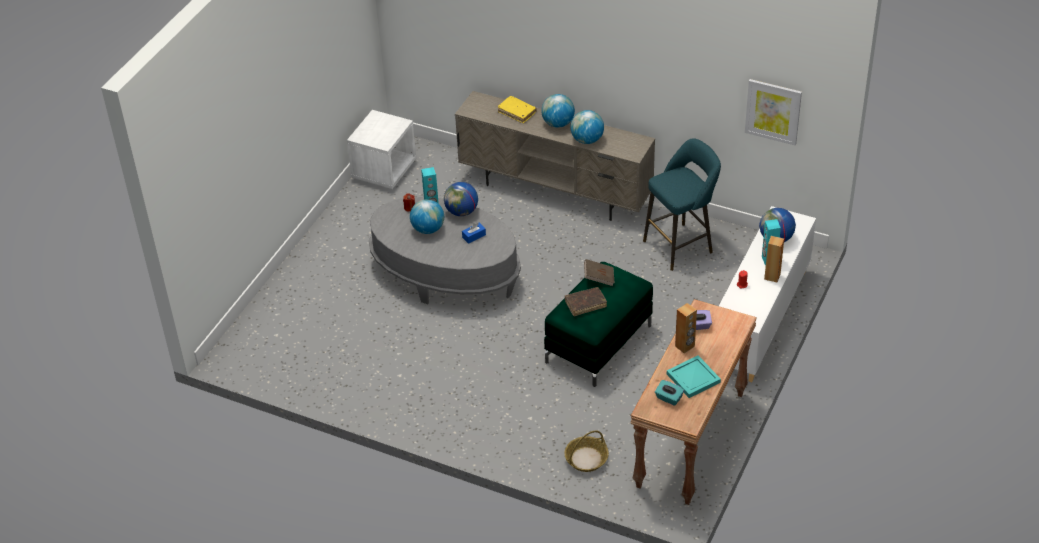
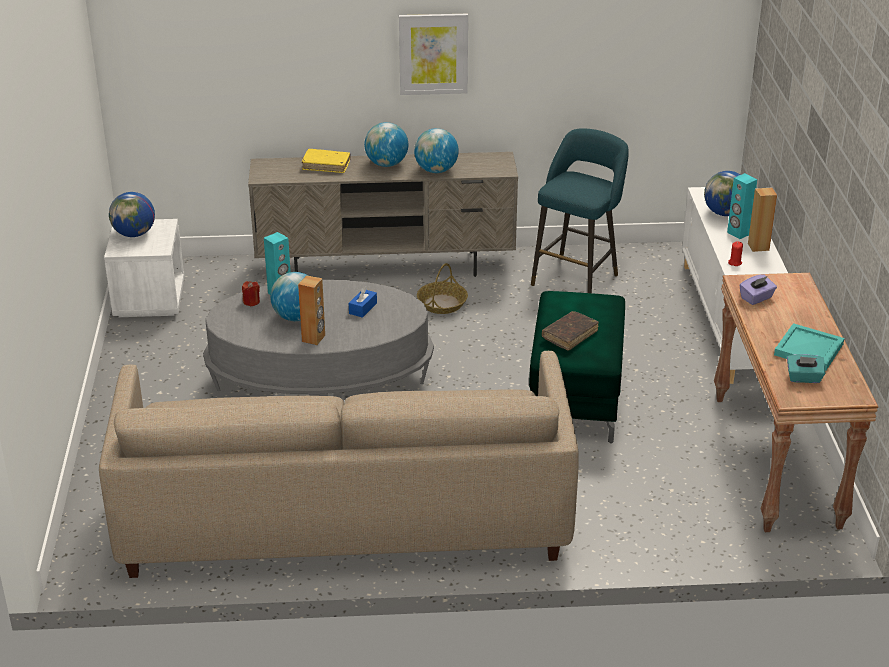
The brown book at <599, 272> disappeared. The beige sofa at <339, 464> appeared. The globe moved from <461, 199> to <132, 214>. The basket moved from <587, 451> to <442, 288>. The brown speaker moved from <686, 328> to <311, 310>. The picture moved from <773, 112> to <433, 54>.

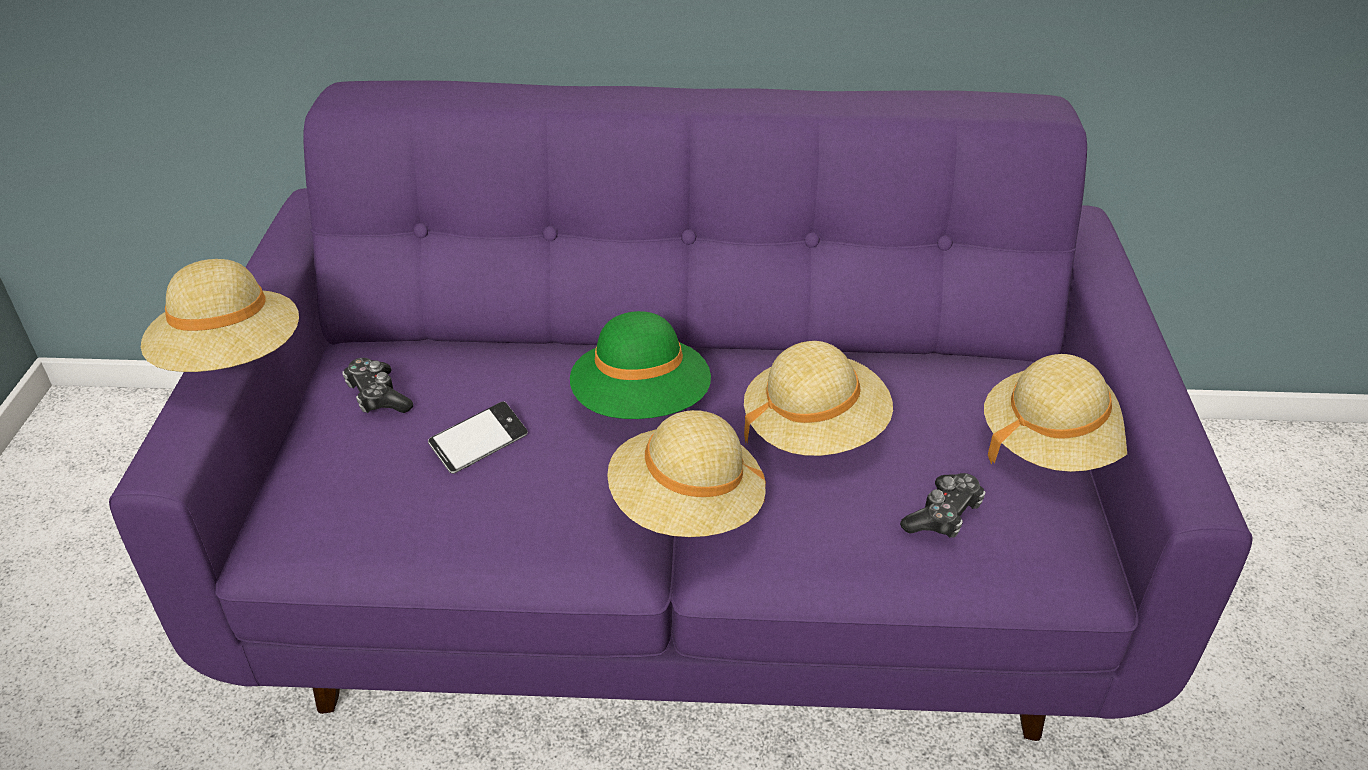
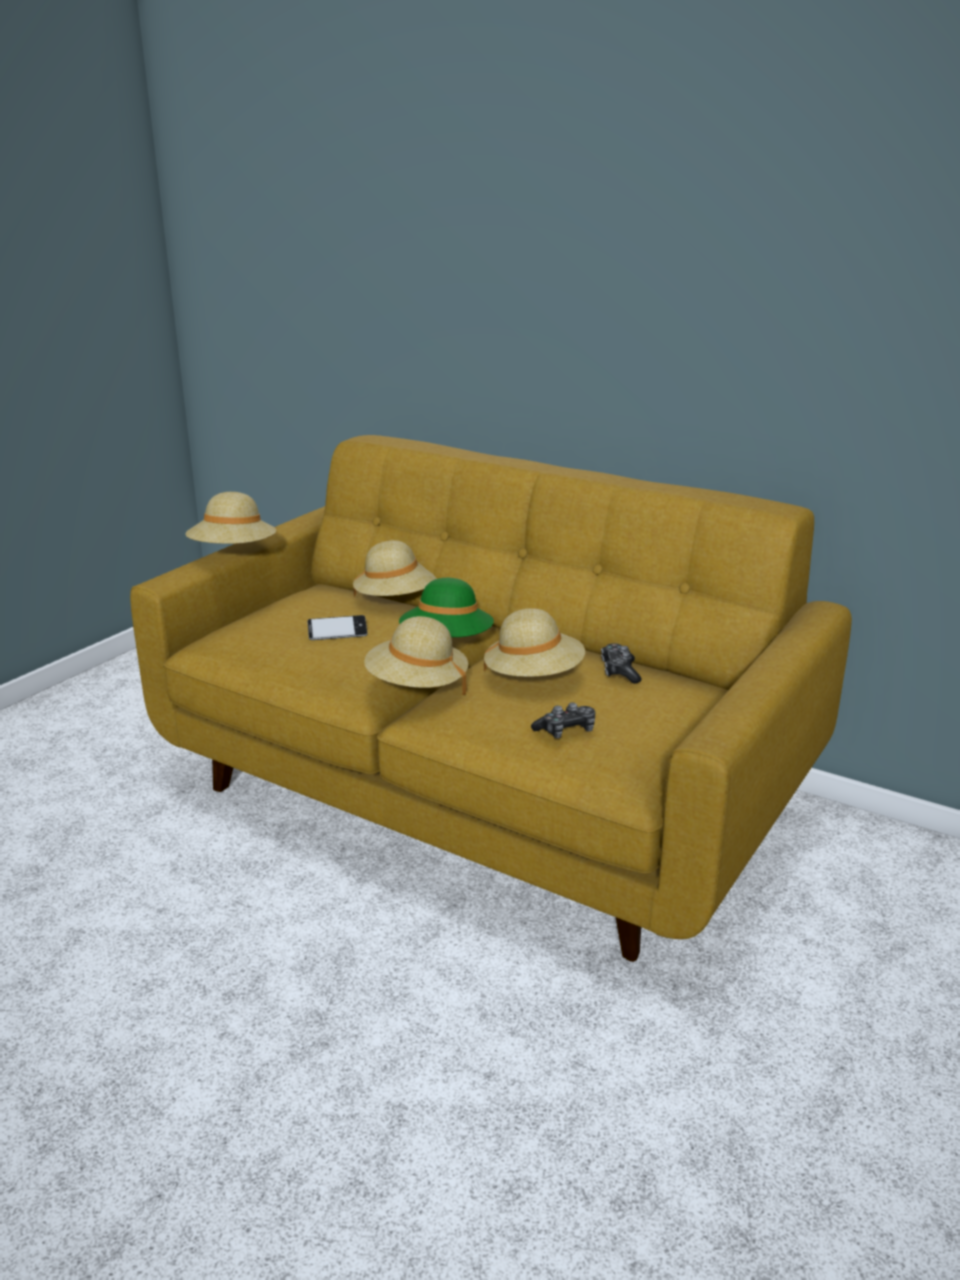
The game controller moved from <377, 385> to <621, 663>. The beige hat moved from <1055, 413> to <395, 568>. The purple sofa at <681, 411> became the yellow sofa at <491, 698>.

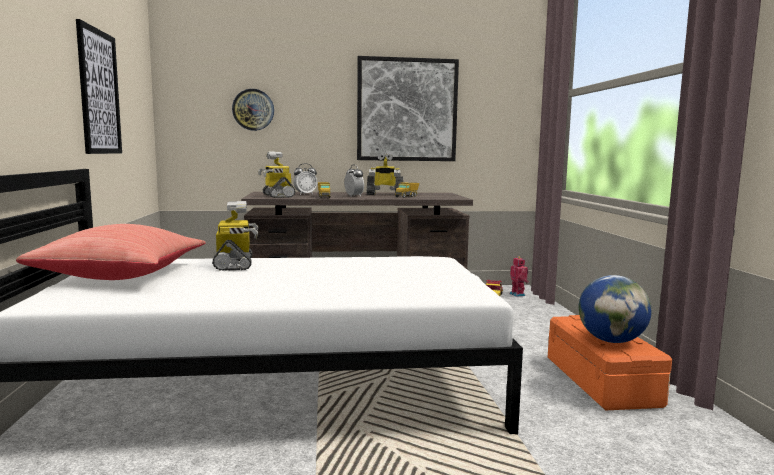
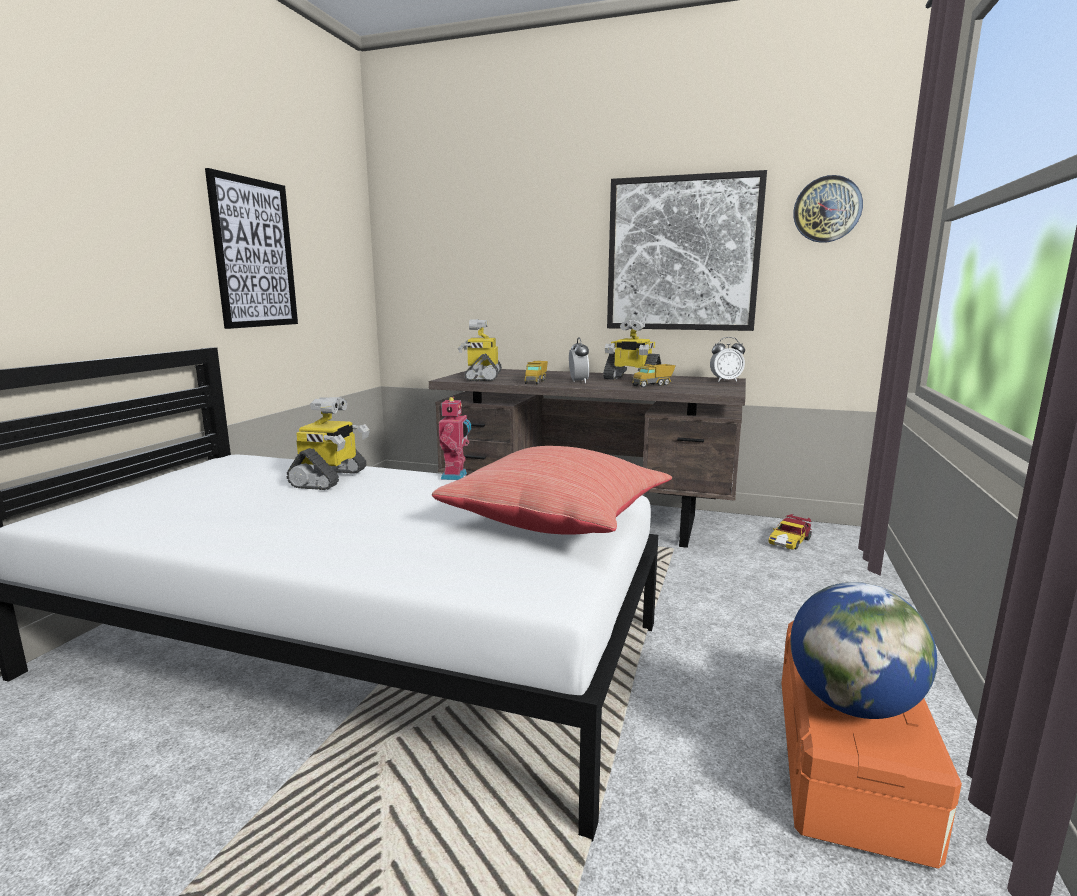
The red pillow moved from <111, 252> to <552, 490>. The wall clock moved from <253, 110> to <828, 209>. The alarm clock moved from <305, 179> to <727, 359>. The toy robot moved from <519, 276> to <455, 438>.

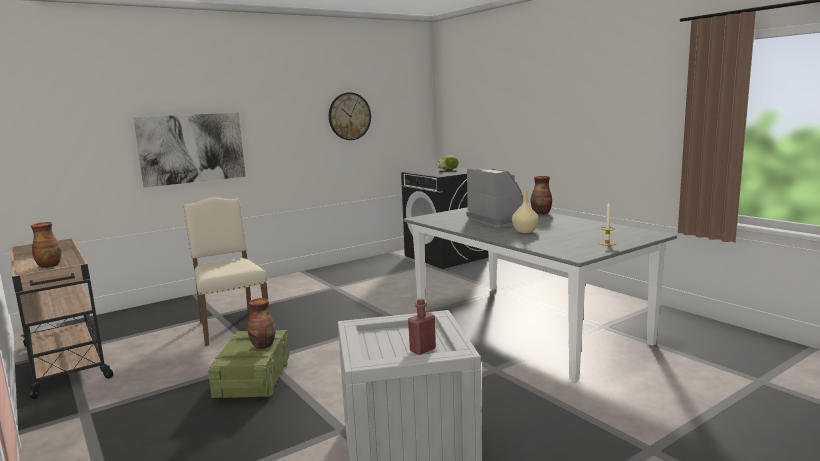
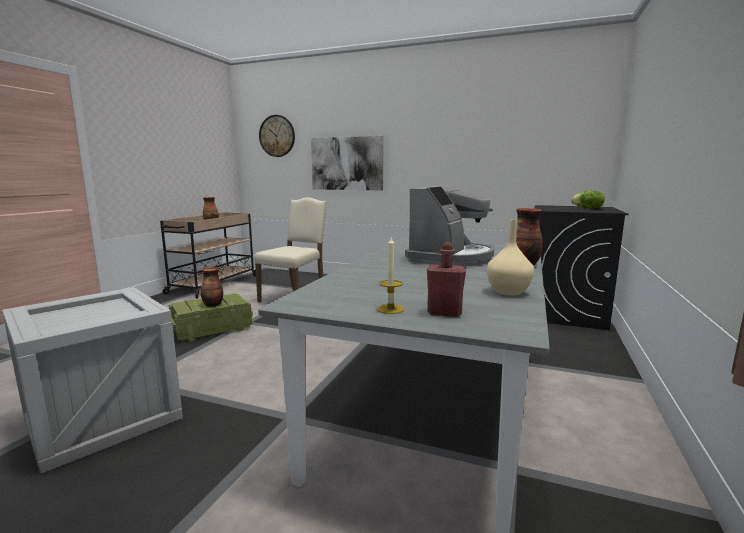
The wall clock moved from <350, 116> to <277, 136>. The red bottle moved from <422, 326> to <446, 279>. The beige vase moved from <525, 211> to <510, 258>.

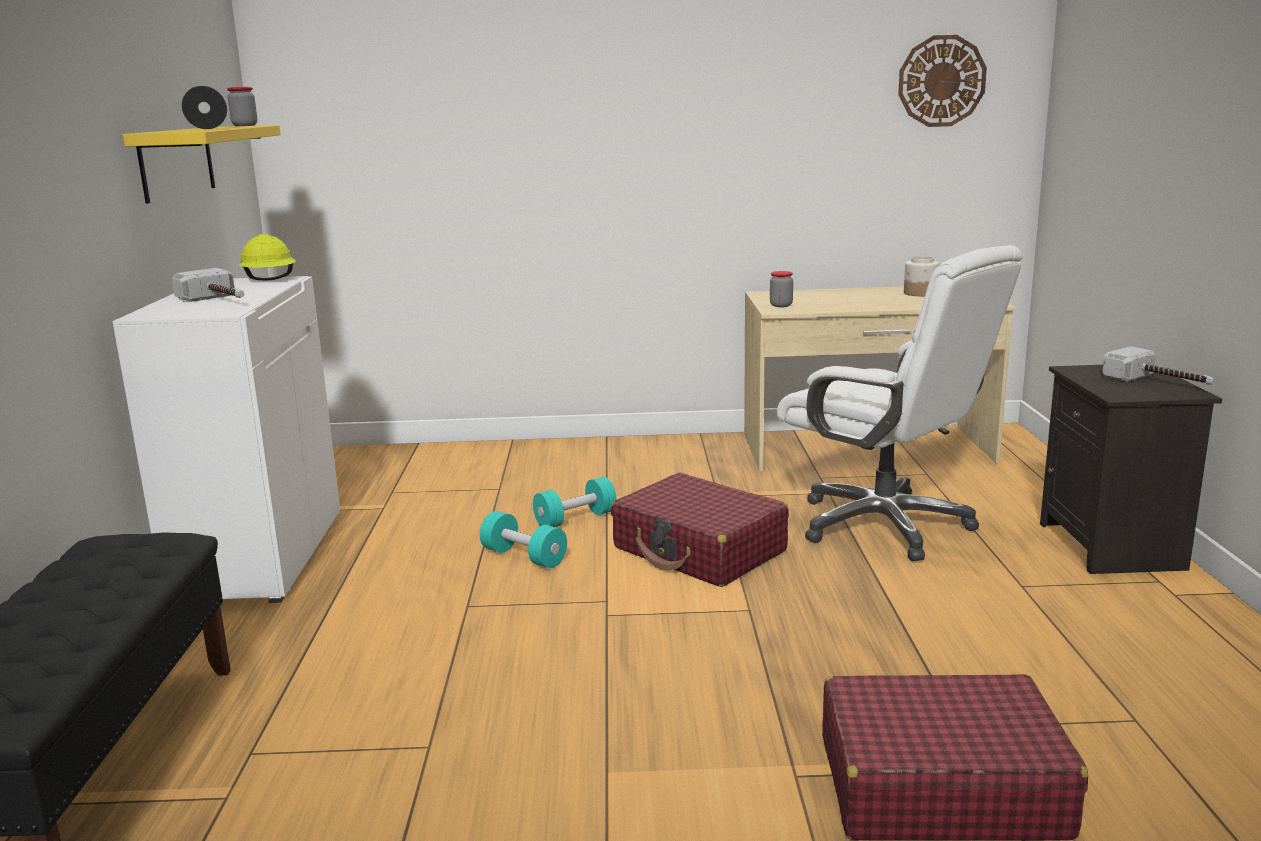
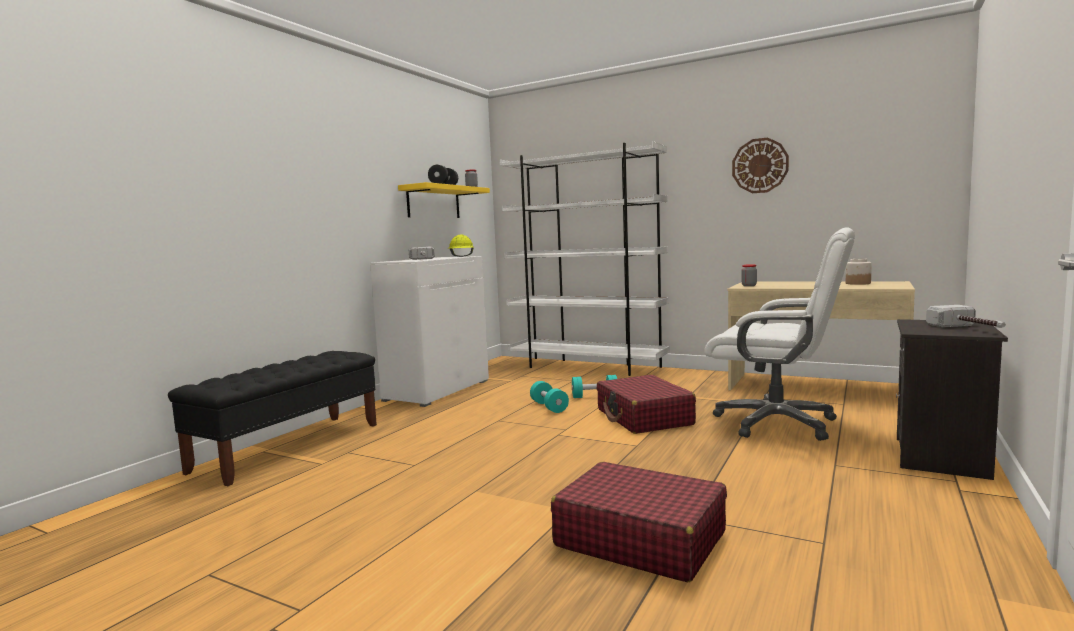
The white bookcase at <584, 258> appeared. The wall clock moved from <942, 81> to <760, 165>. The white office chair at <900, 403> turned 45 degrees counterclockwise.

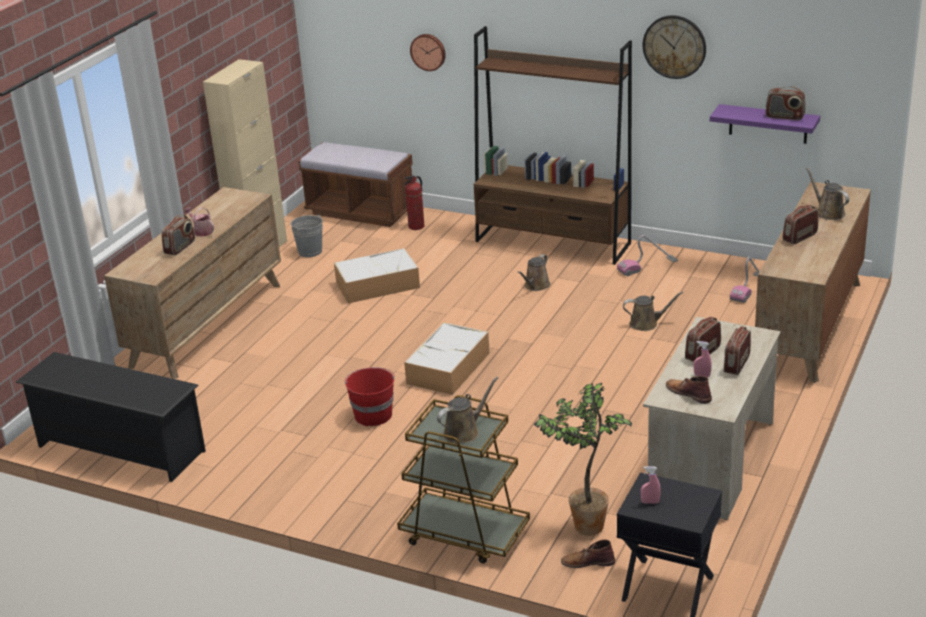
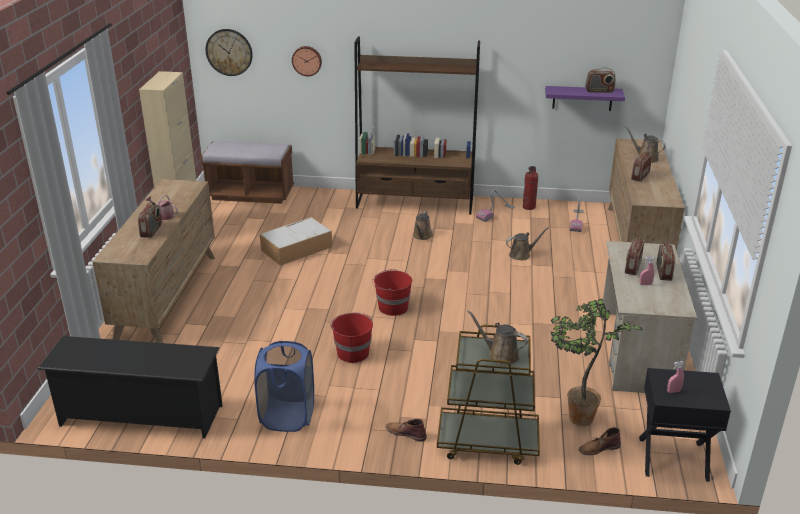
The grey bucket at <307, 235> disappeared. The blue laundry basket at <284, 386> appeared. The fire extinguisher moved from <414, 202> to <530, 188>. The wall clock moved from <674, 47> to <229, 52>. The brown boot moved from <689, 390> to <406, 430>. The storage box at <447, 358> was replaced by the red bucket at <392, 292>. The brown watering can at <467, 410> turned 90 degrees counterclockwise.

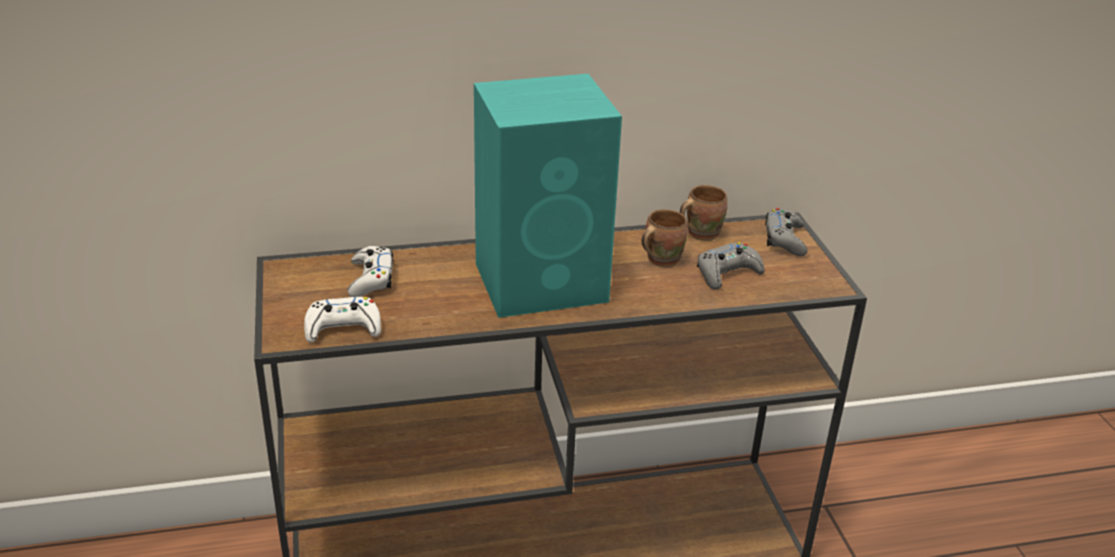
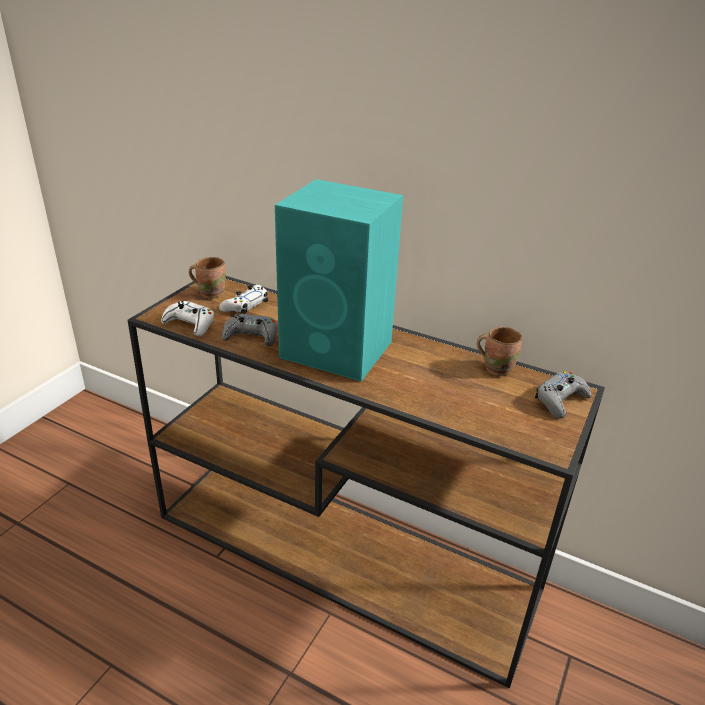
The brown mug moved from <665, 238> to <207, 278>. The grey game controller moved from <731, 266> to <249, 330>.

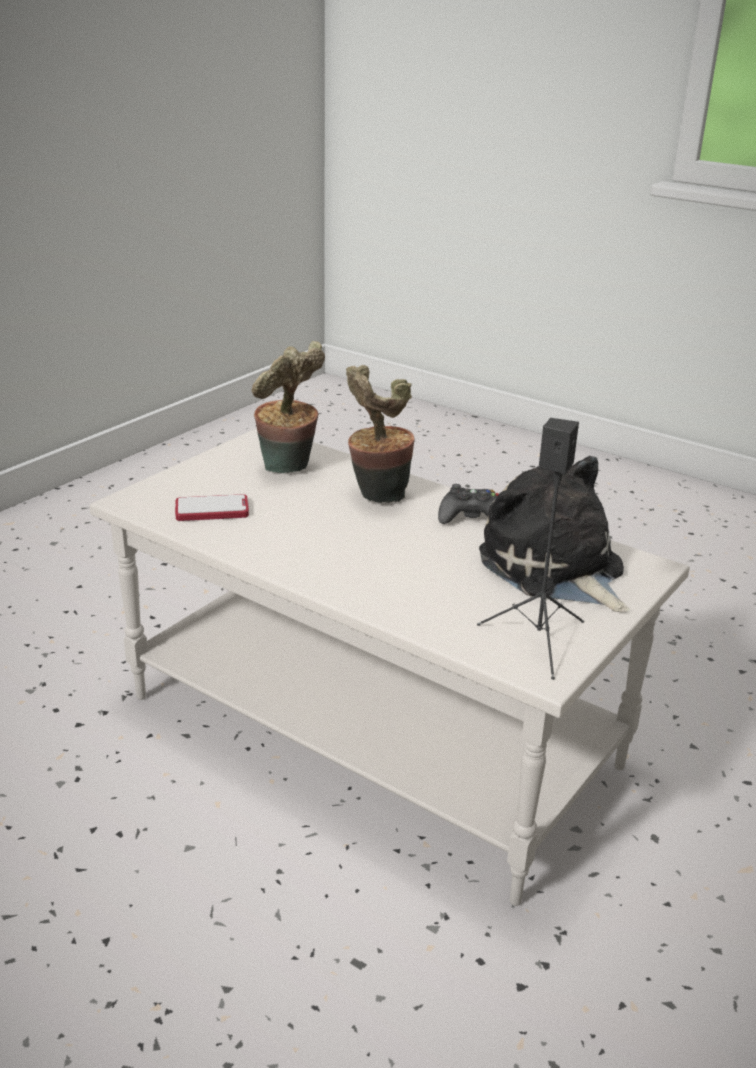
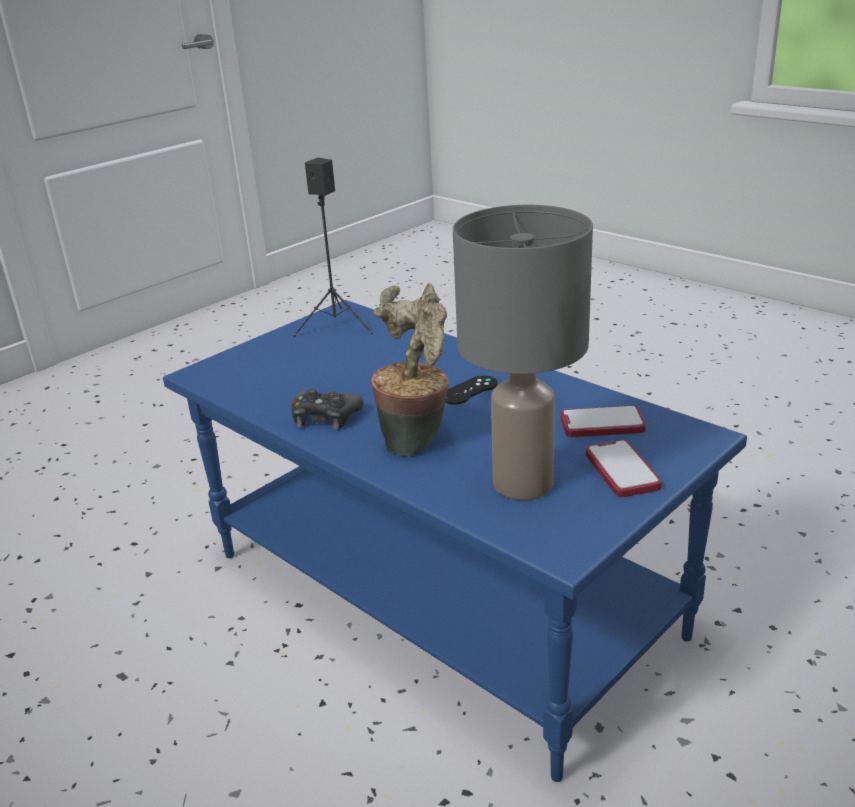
The plush toy at <554, 534> disappeared. The black game controller at <471, 390> appeared. The phone at <624, 468> appeared. The potted plant at <288, 407> was replaced by the grey table lamp at <523, 352>. The white coffee table at <390, 667> became the blue coffee table at <455, 541>.

